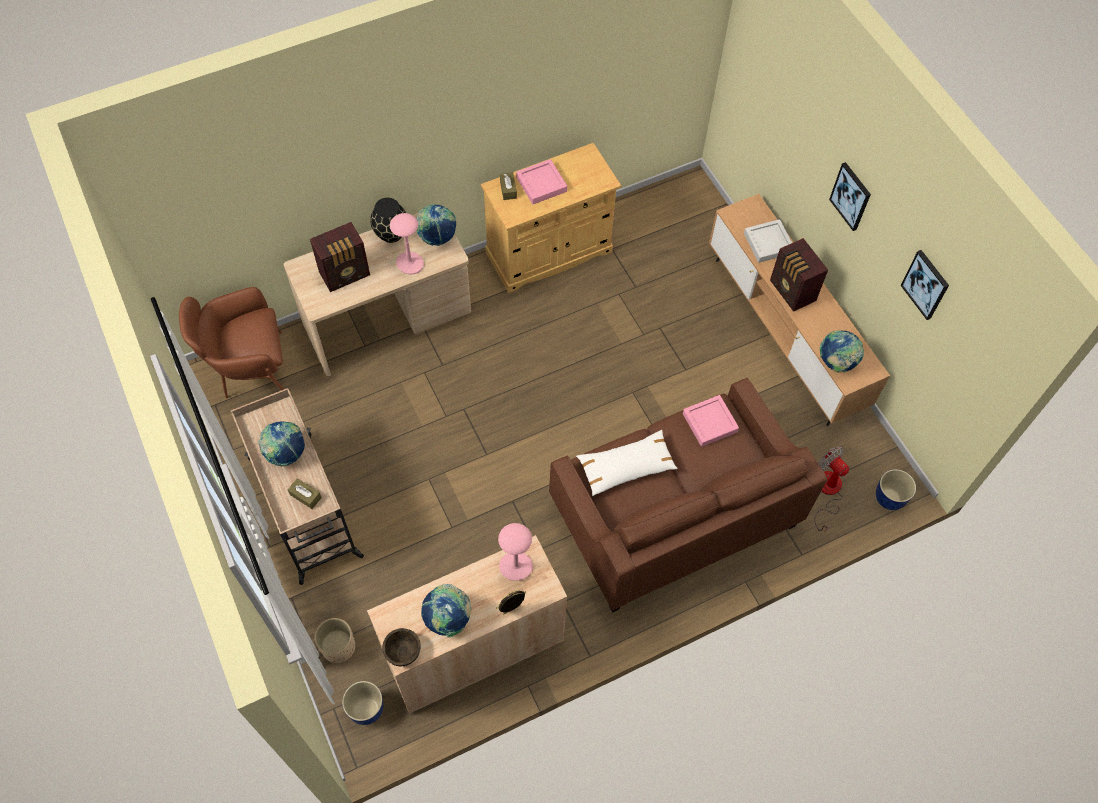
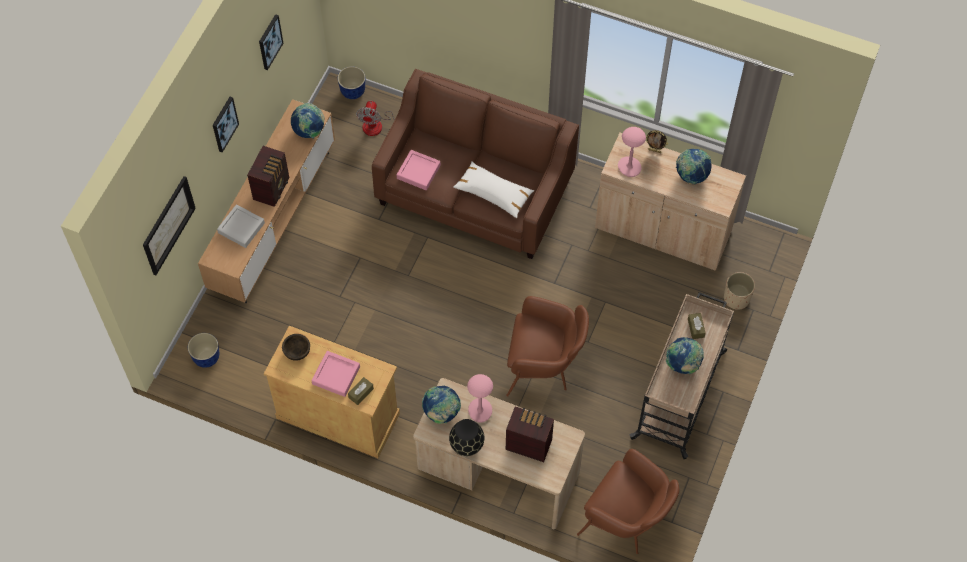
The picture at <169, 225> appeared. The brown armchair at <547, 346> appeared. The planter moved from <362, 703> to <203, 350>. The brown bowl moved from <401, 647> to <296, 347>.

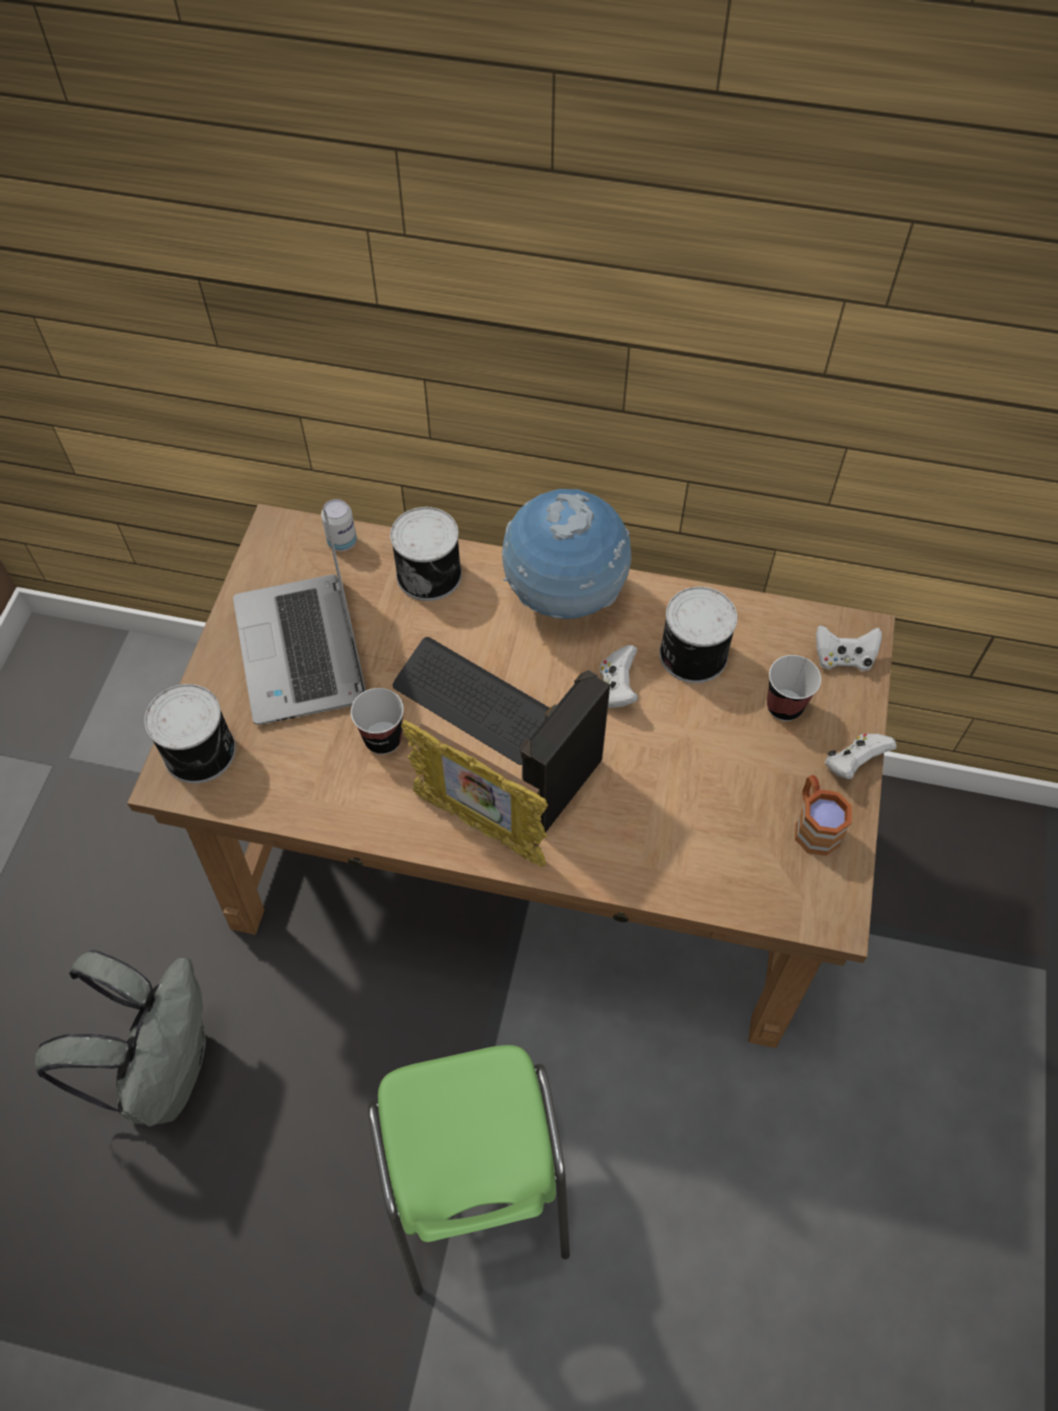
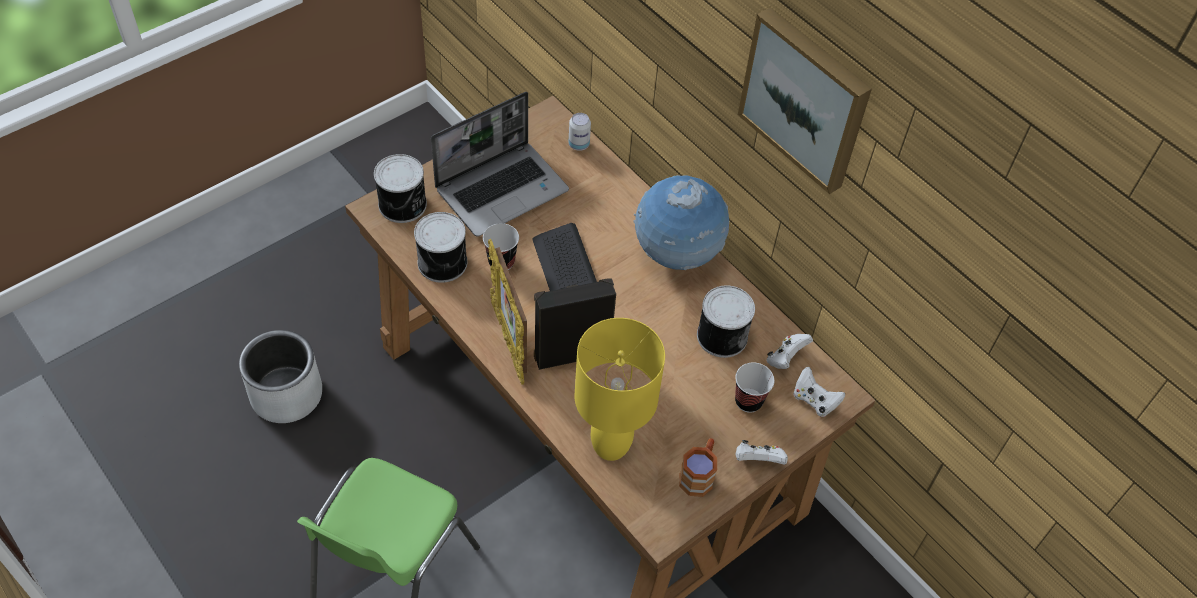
The yellow table lamp at <619, 389> appeared. The picture at <805, 101> appeared. The can moved from <426, 554> to <440, 247>. The white game controller moved from <619, 676> to <789, 351>. The grey backpack at <120, 1038> was replaced by the grey planter at <280, 376>. The laptop at <299, 617> turned 150 degrees counterclockwise.

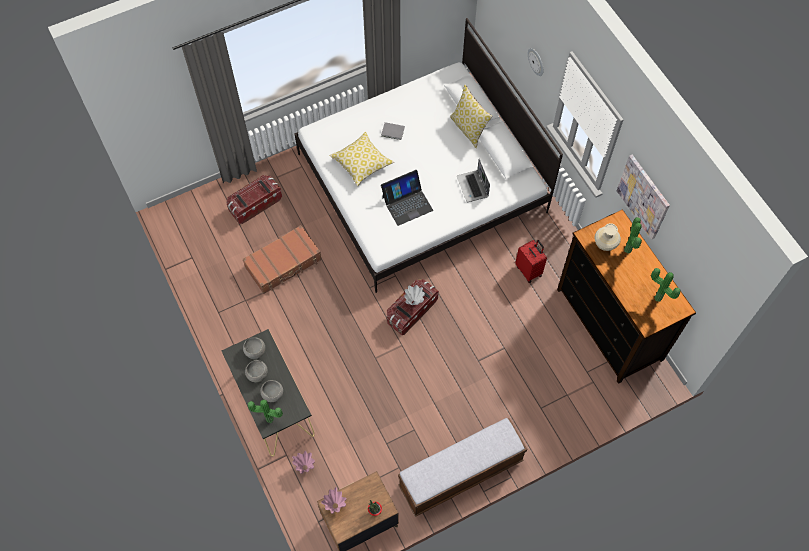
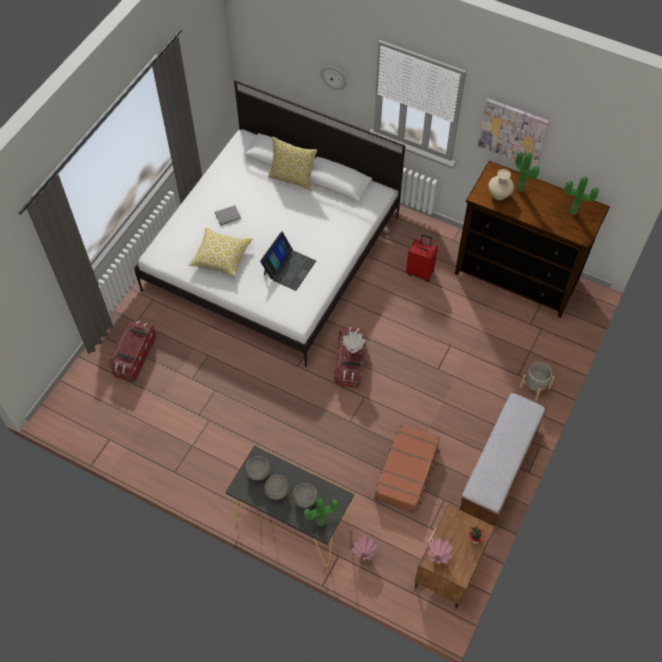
The laptop at <473, 180> disappeared. The grey planter at <537, 381> appeared. The brown suitcase moved from <282, 259> to <407, 469>.

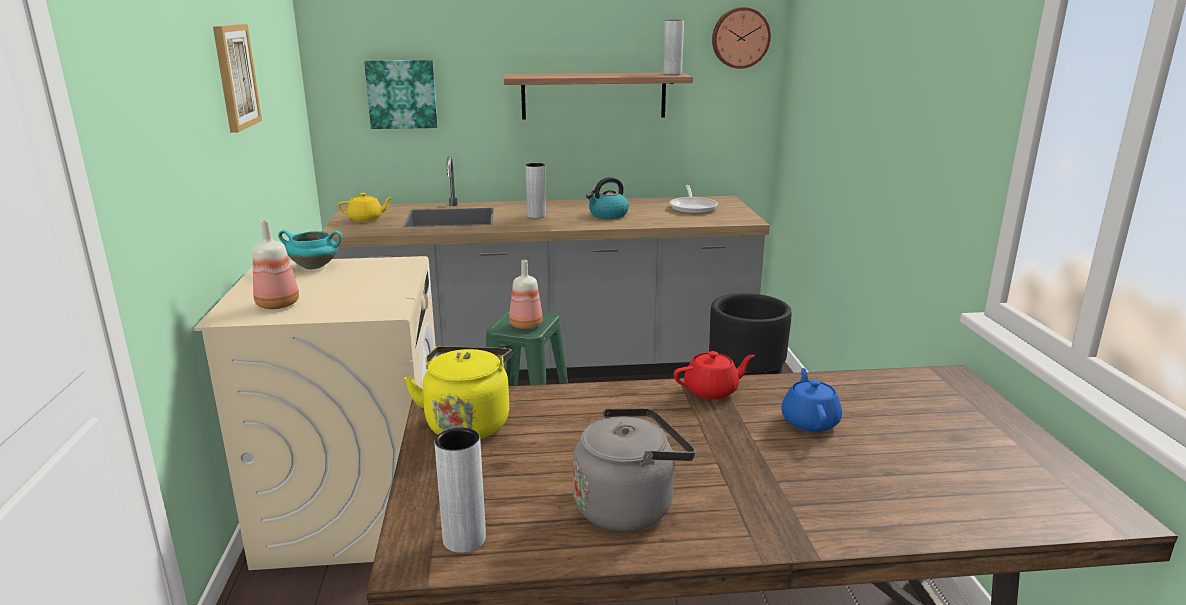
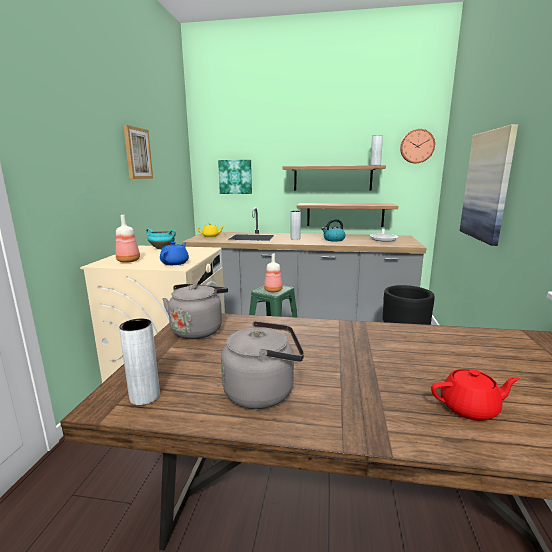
The shelf at <348, 215> appeared. The picture at <489, 185> appeared. The red teapot moved from <714, 375> to <475, 395>. The blue teapot moved from <811, 400> to <174, 253>. The yellow kettle at <458, 392> became the grey kettle at <195, 311>.

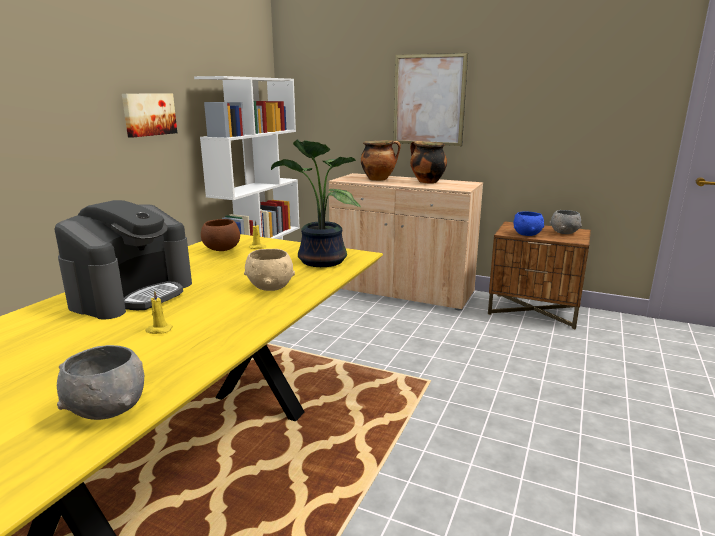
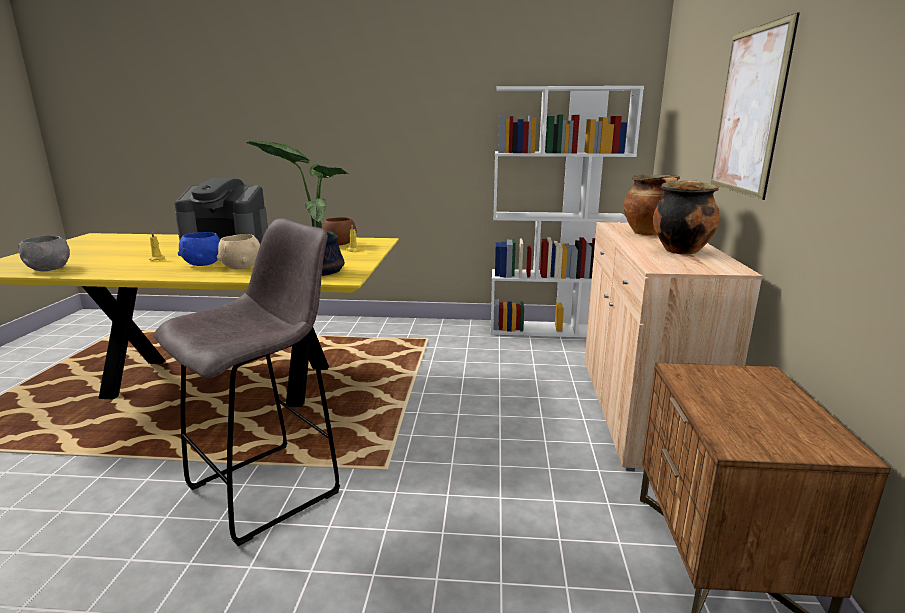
The picture at <149, 115> disappeared. The grey bowl at <566, 222> disappeared. The grey stool at <246, 382> appeared. The blue bowl moved from <529, 223> to <199, 249>.

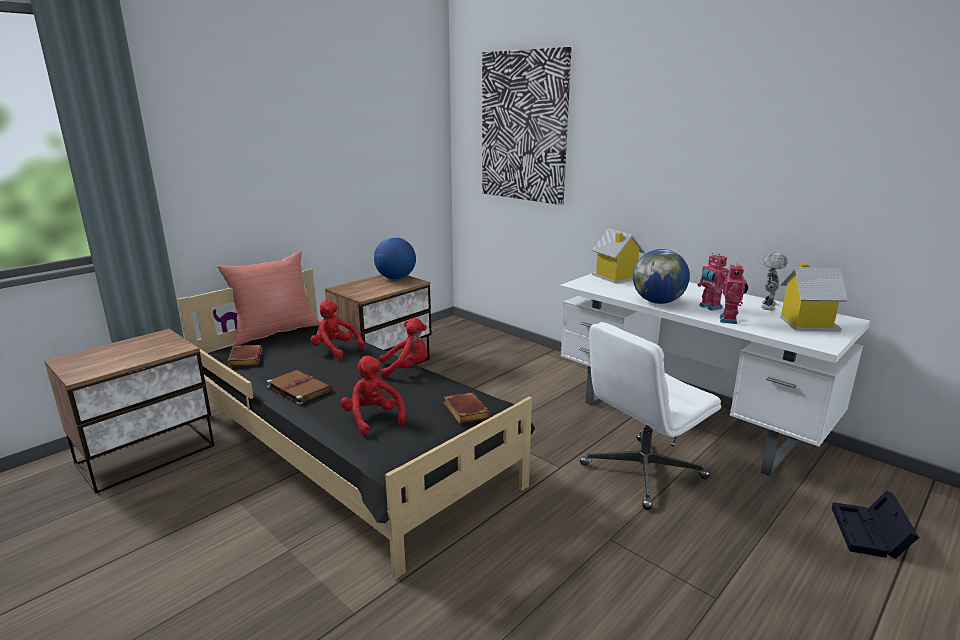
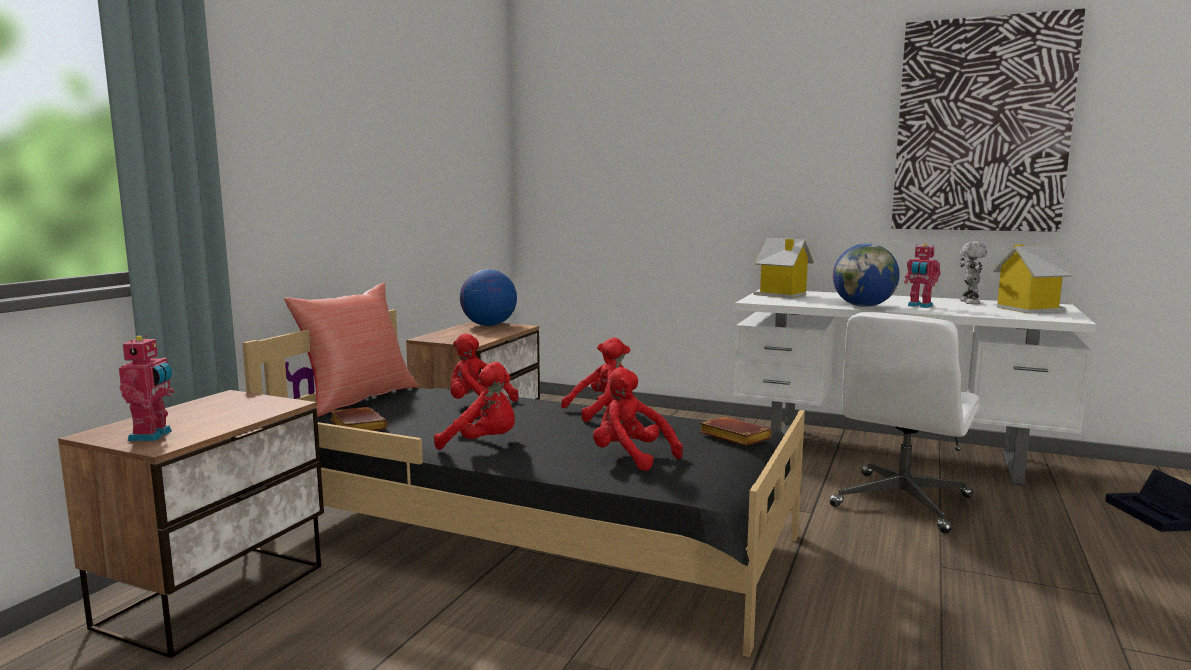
The picture moved from <526, 126> to <988, 120>. The toy robot moved from <734, 293> to <147, 388>. The brown book at <299, 387> was replaced by the red plush toy at <474, 406>.

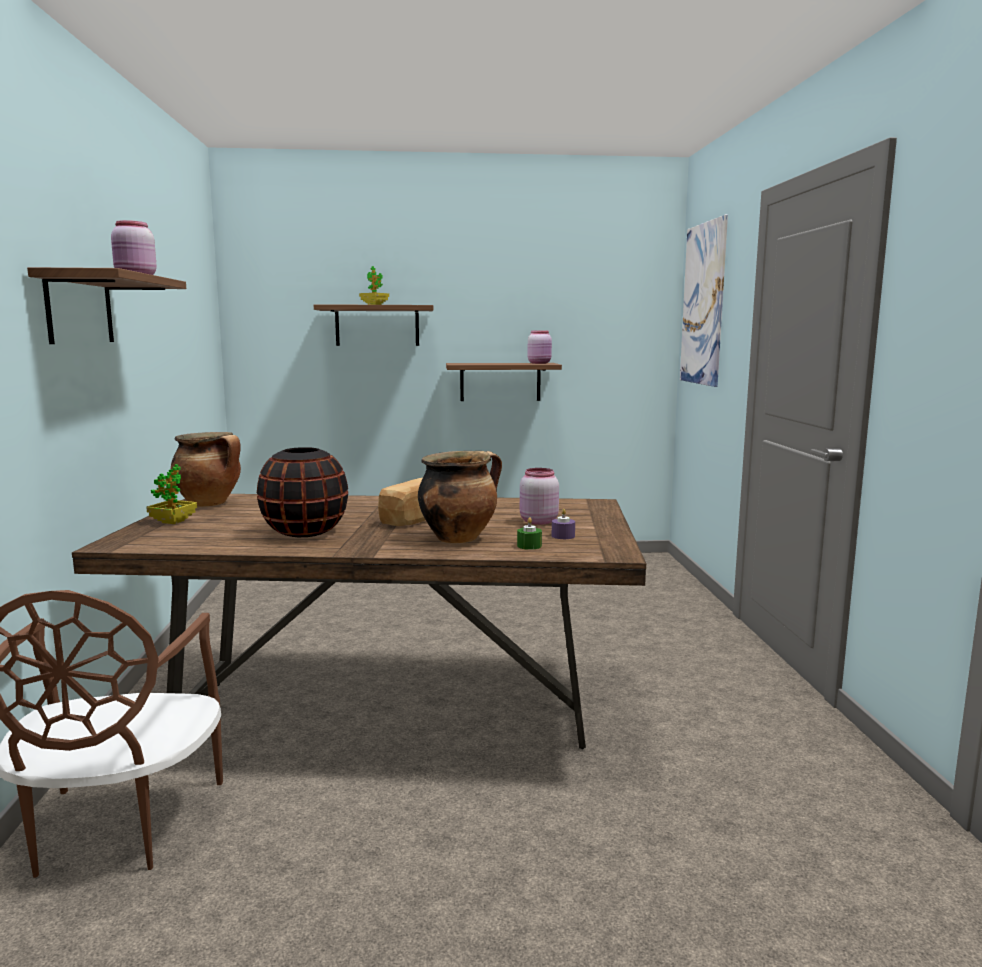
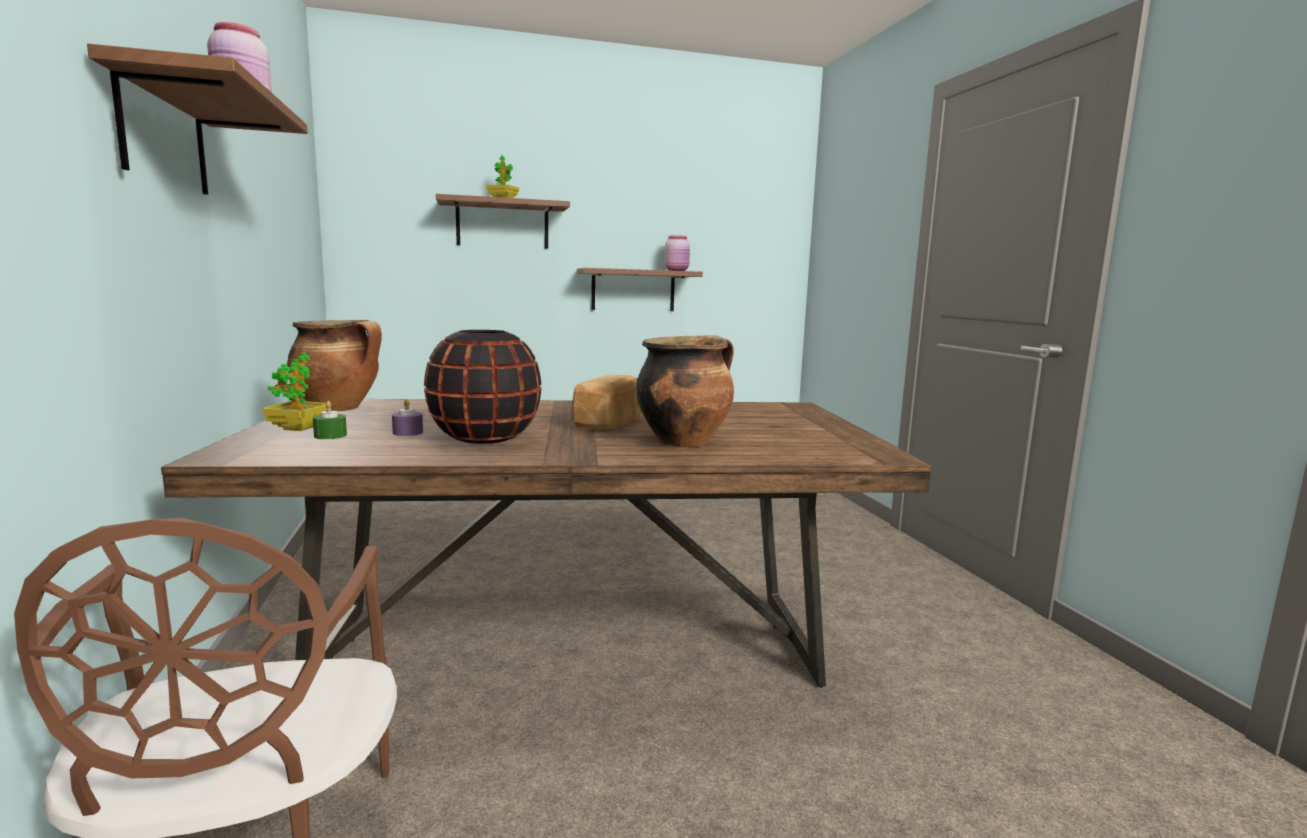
The pink jar at <539, 496> disappeared. The picture at <704, 300> disappeared. The green candle moved from <529, 533> to <330, 420>. The purple candle moved from <563, 524> to <407, 417>.

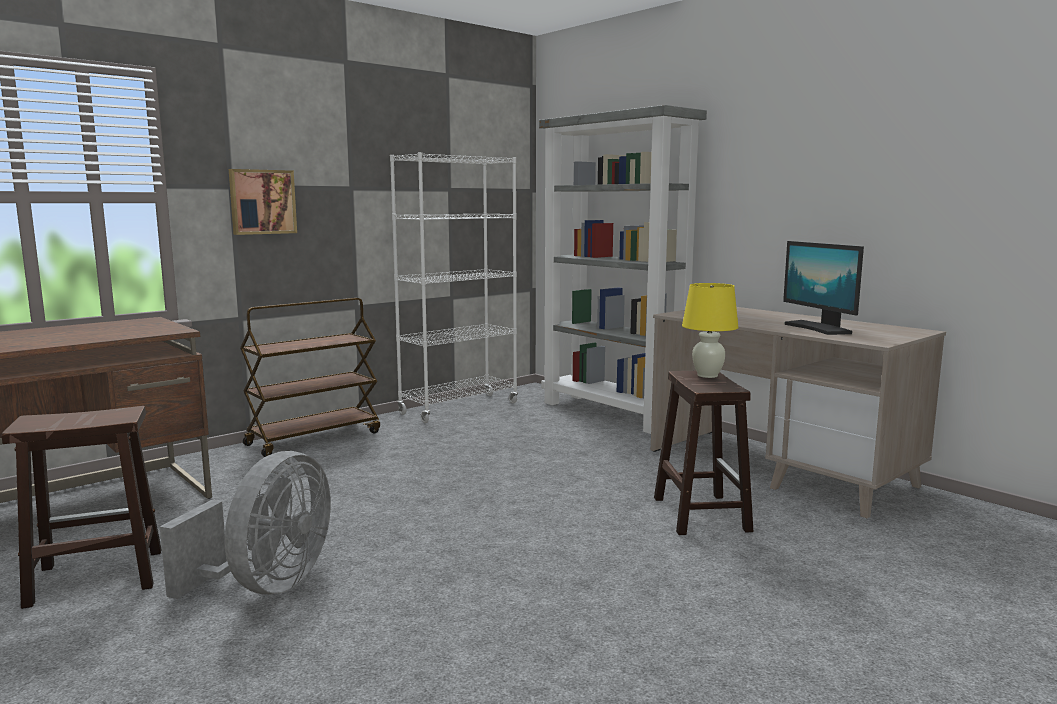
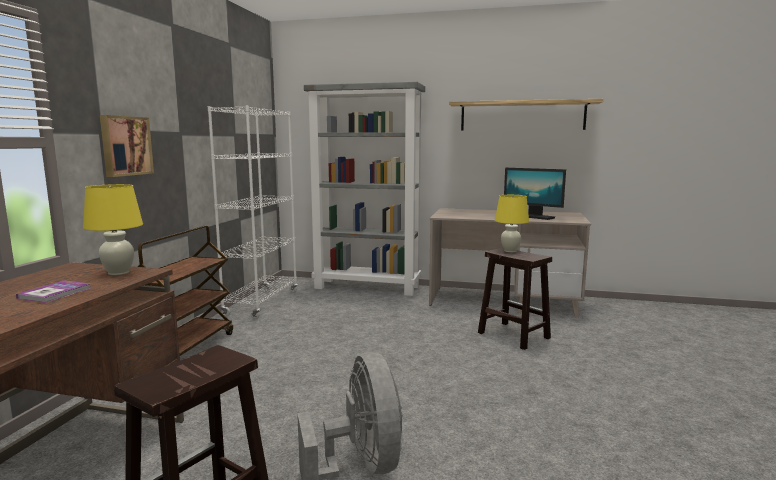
The book at <53, 291> appeared. The yellow table lamp at <113, 229> appeared. The shelf at <526, 114> appeared.

